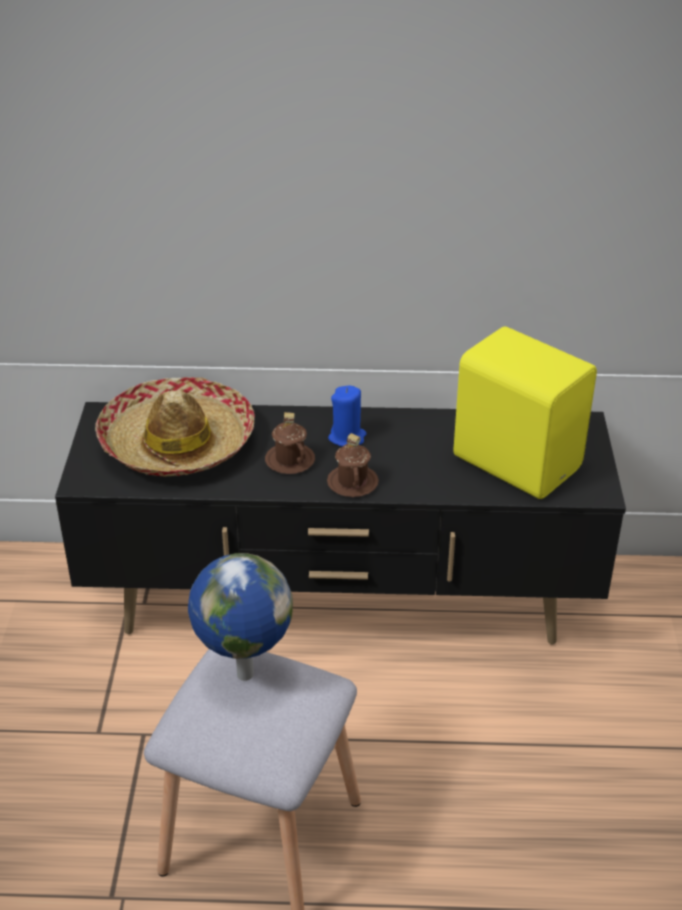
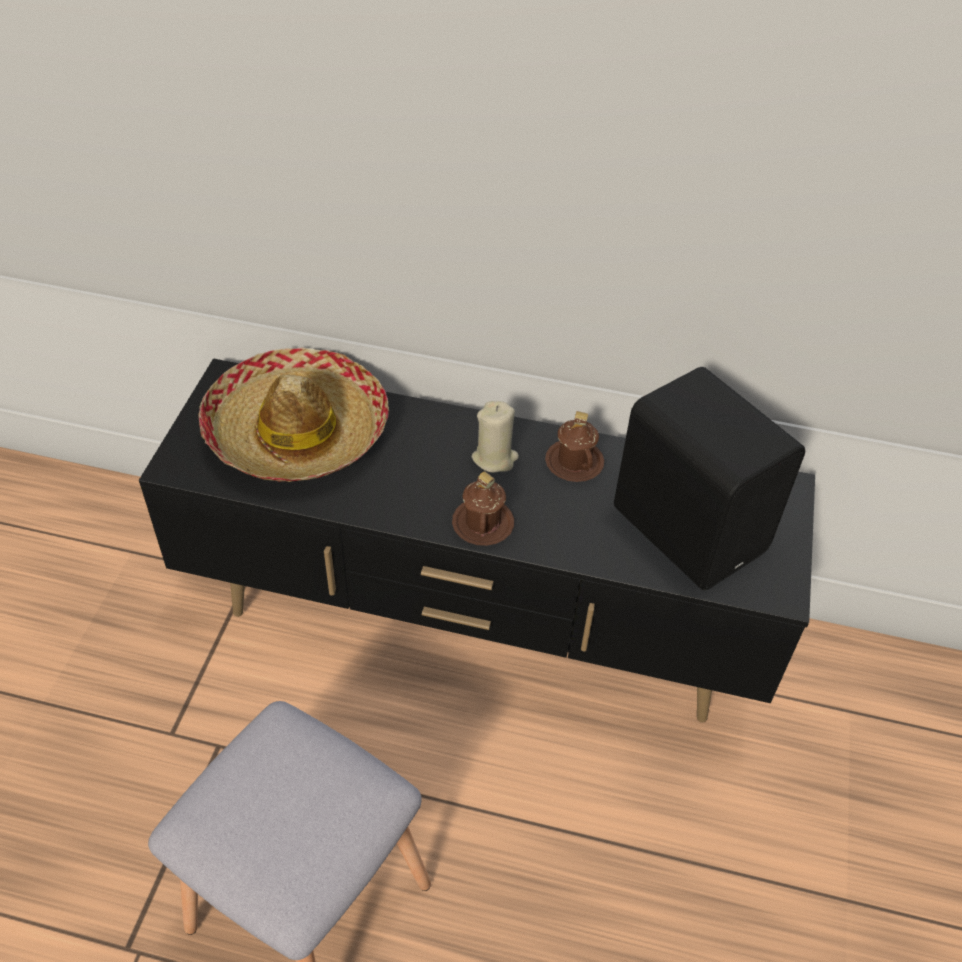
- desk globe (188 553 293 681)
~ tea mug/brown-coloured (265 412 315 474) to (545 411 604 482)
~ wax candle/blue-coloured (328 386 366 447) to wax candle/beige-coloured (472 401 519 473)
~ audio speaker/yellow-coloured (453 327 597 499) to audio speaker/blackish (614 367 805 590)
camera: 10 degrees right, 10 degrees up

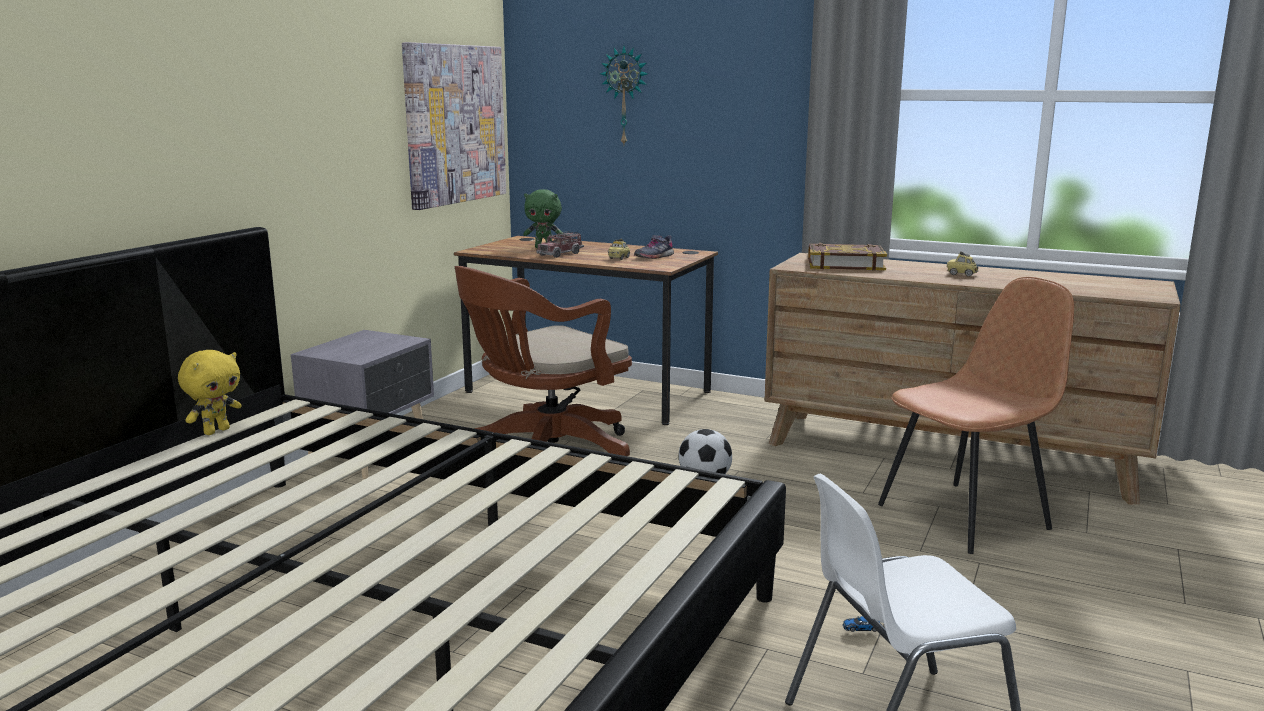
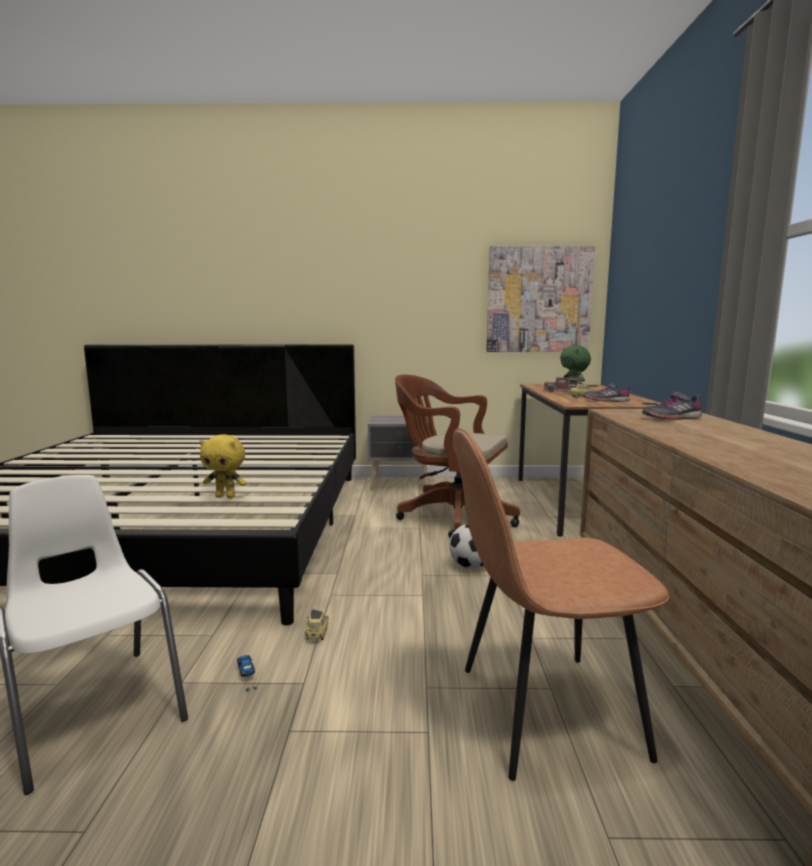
- wall clock (600 46 648 144)
~ cuddly toy/yellow-coloured (178 350 242 435) to (200 434 247 498)
~ toy car (947 251 979 277) to (305 609 328 640)
~ book (808 243 887 270) to low shoe/gray (642 392 702 420)
~ chair/brown-coloured (878 277 1074 554) = (453 428 669 781) 135 degrees clockwise
camera: 65 degrees right, 5 degrees down

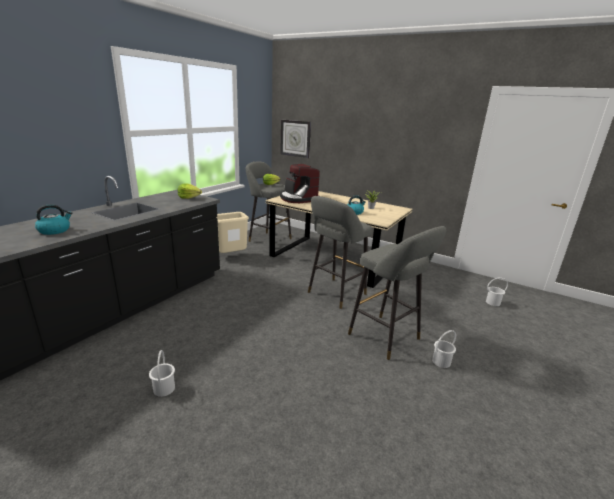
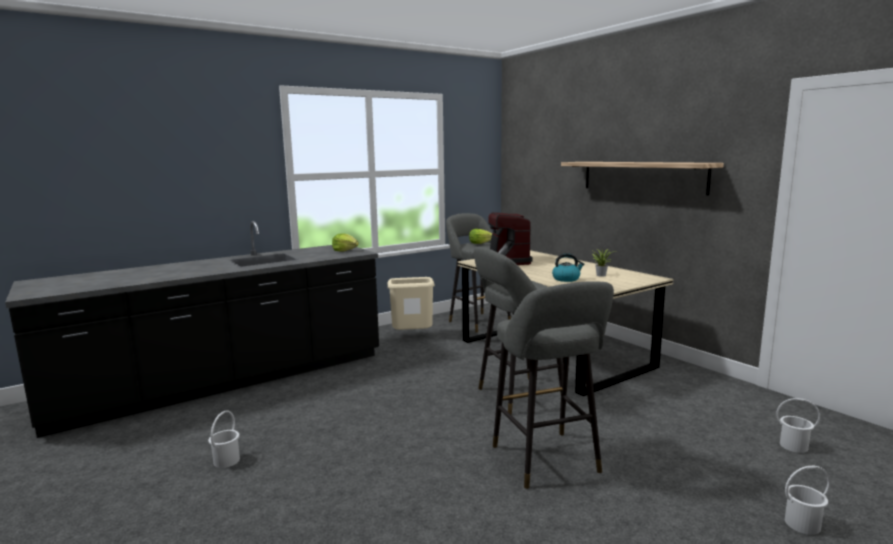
- water kettle (35 204 72 235)
- wall clock (280 119 311 158)
+ shelf (561 162 724 195)
~ pail/whitish (432 330 456 368) to (785 465 831 535)
camera: 25 degrees right, 10 degrees down

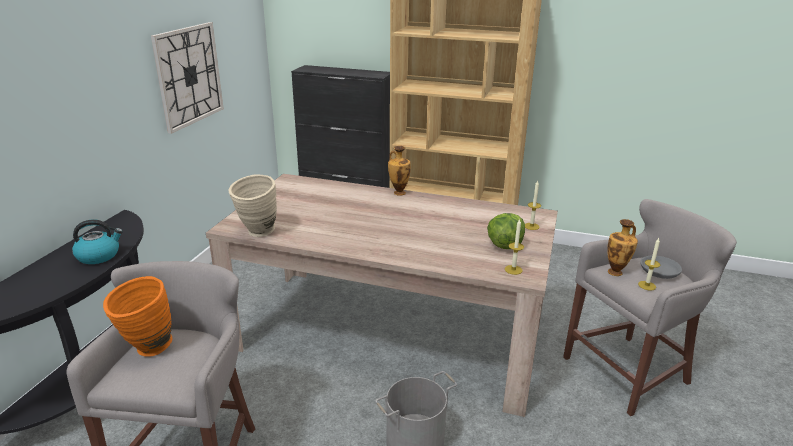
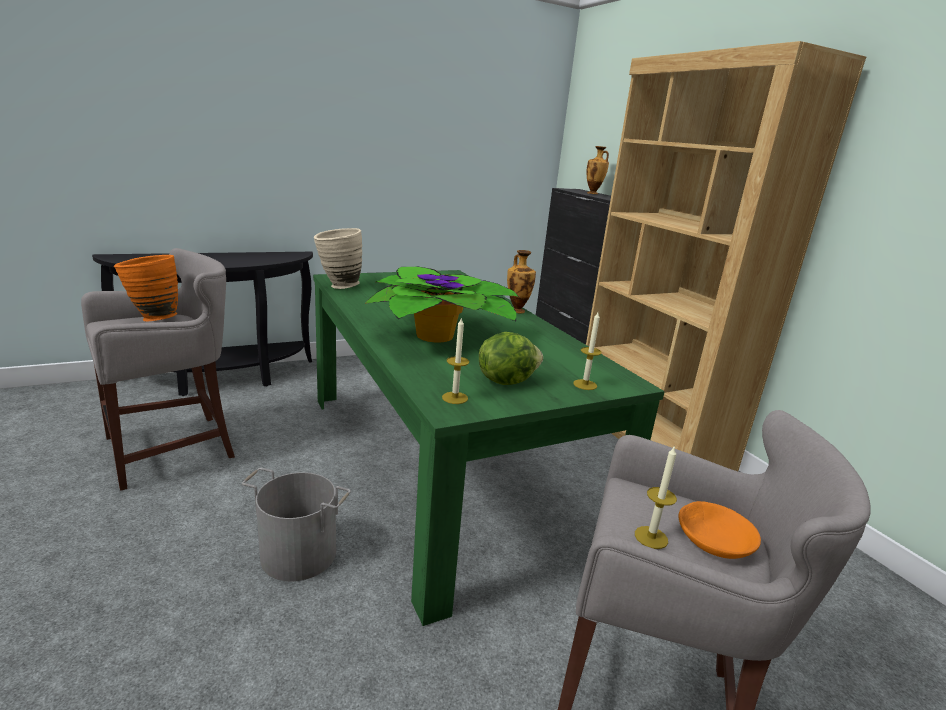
- water kettle (72 219 123 264)
- wall clock (151 22 224 134)
+ plant in a pot (365 267 519 342)
~ flower vase (607 219 638 276) to (587 146 609 194)
~ kitchen table/beige-coloured (206 174 558 417) to kitchen table/greenish (313 270 665 626)
~ serving bowl/gray (640 255 682 279) to serving bowl/orangey (678 501 761 559)
camera: 45 degrees right, 5 degrees down

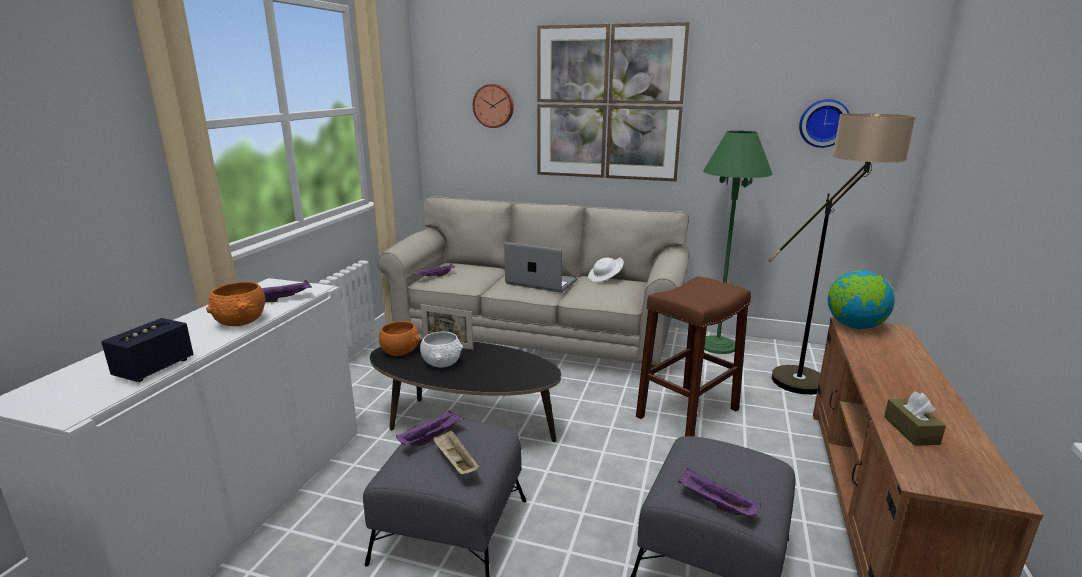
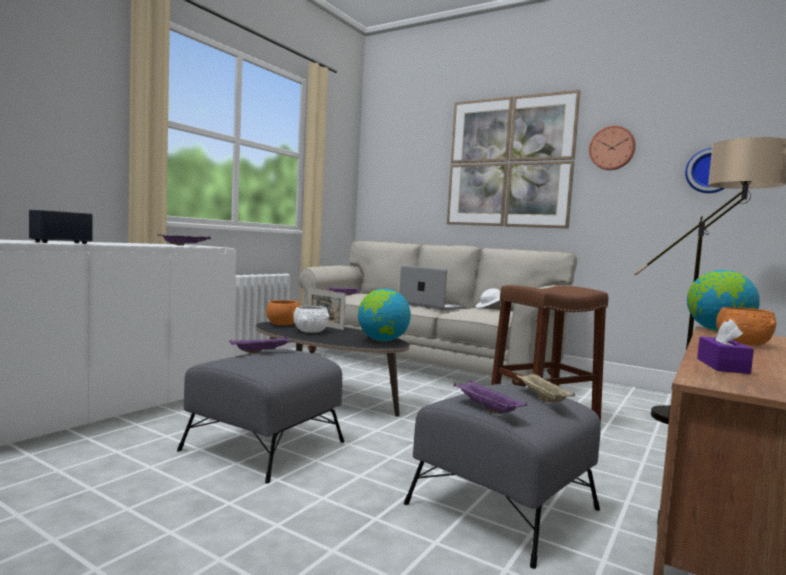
- standard lamp/greenish (703 131 772 354)
+ desk globe (358 289 411 342)
~ serving bowl/orangey (206 282 265 326) to (716 307 777 346)
~ serving tray/beige-coloured (433 430 480 475) to (515 373 575 402)
~ wall clock (473 84 514 128) to (589 126 636 170)
~ tissue holder/brown-coloured (884 391 946 445) to tissue holder/purple (697 319 754 374)
camera: 15 degrees right, 15 degrees down

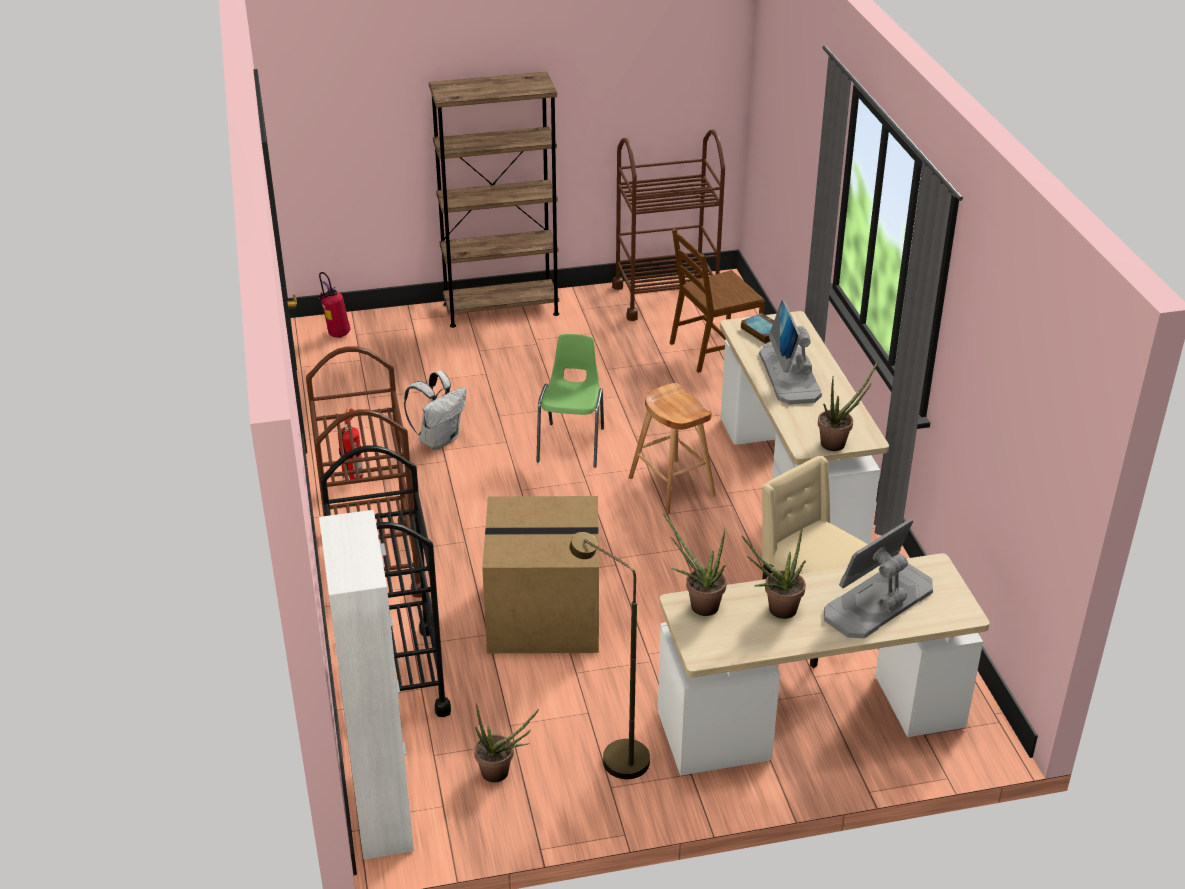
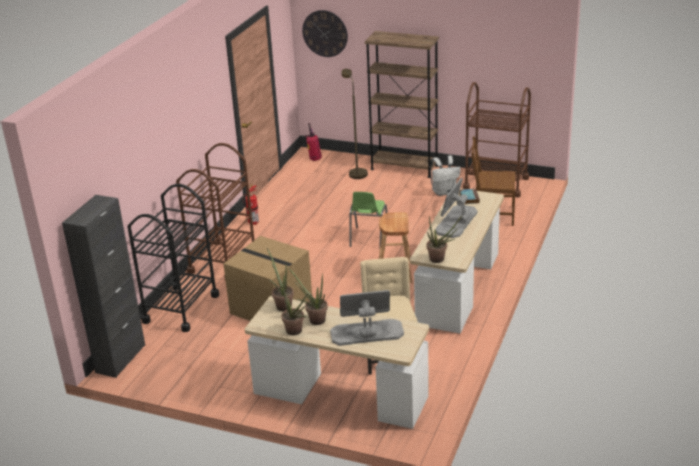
+ wall clock (302 10 348 57)
~ rucksack/whitish (404 371 466 450) to (430 155 461 196)
~ plant in a pot (474 703 539 782) to (281 282 308 335)
~ standard lamp/brown-coloured (569 532 650 779) to (342 69 368 179)
~ cupboard/whitish (319 510 414 860) to cupboard/blackish (62 195 145 378)
~ chair/greenish (536 334 604 468) = (350 192 387 249) 150 degrees clockwise
camera: 35 degrees right, 5 degrees down

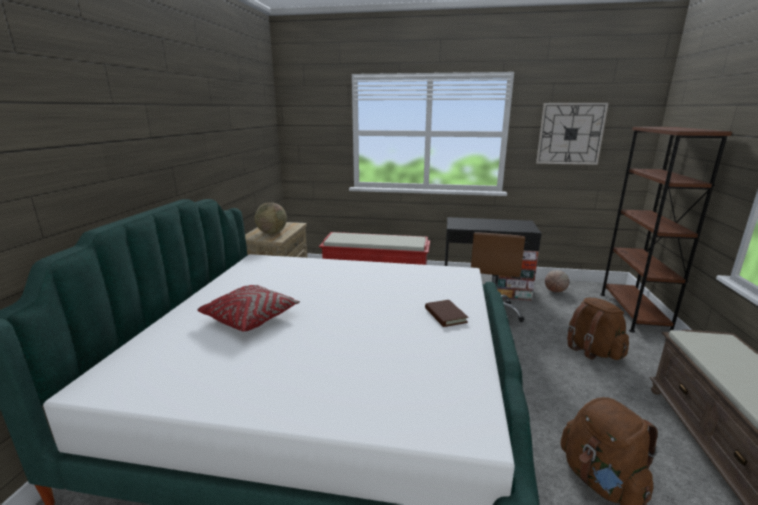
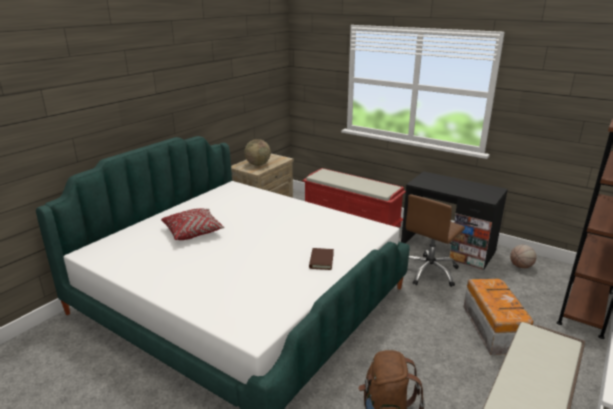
- wall clock (536 103 609 165)
~ rucksack/brown-coloured (567 297 629 360) to storage bin (464 279 534 355)
camera: 25 degrees right, 5 degrees up

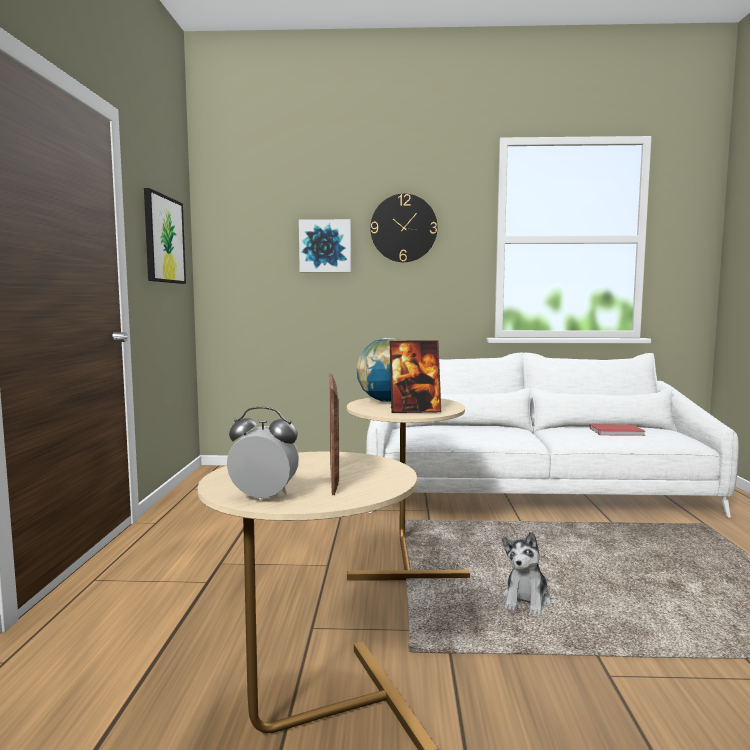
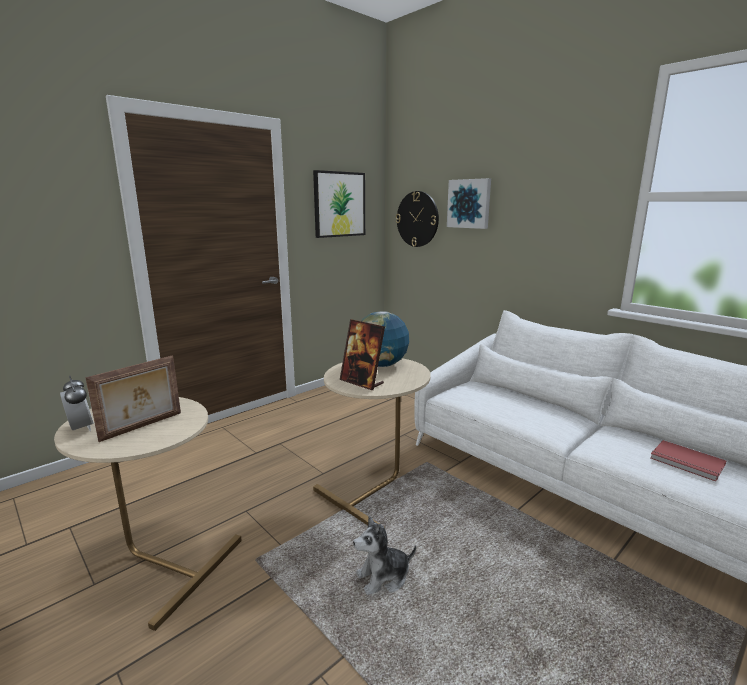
~ wall clock (370 194 437 262) to (396 191 439 247)
camera: 45 degrees right, 10 degrees up

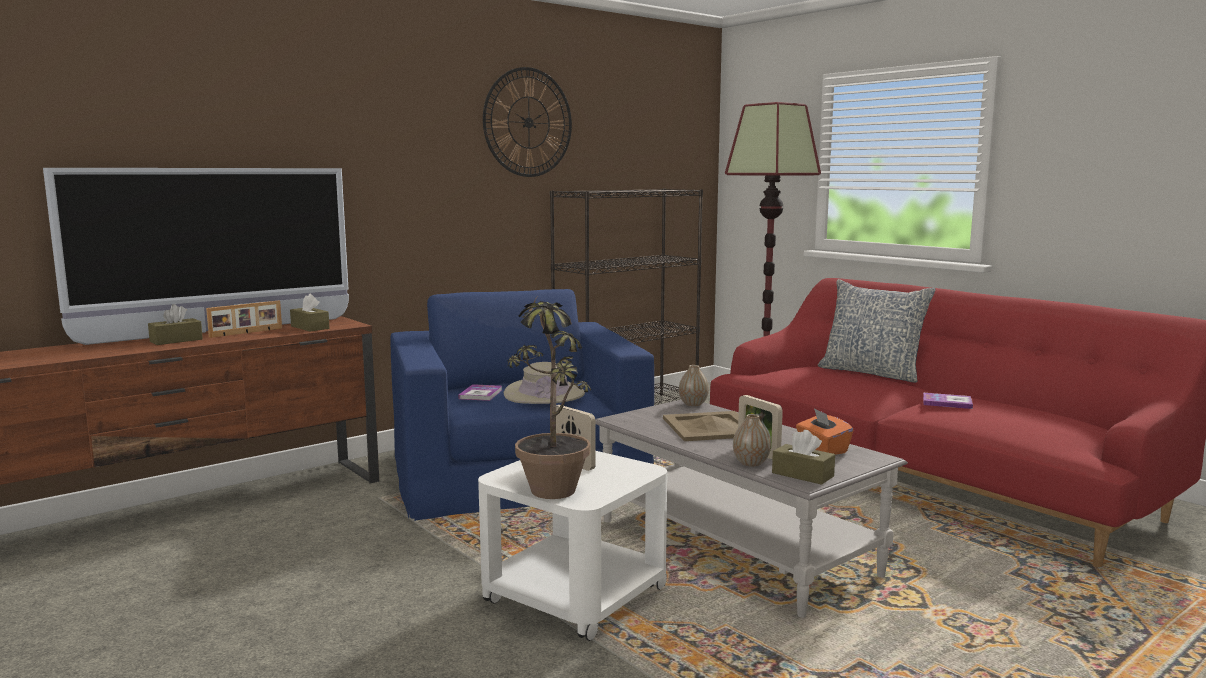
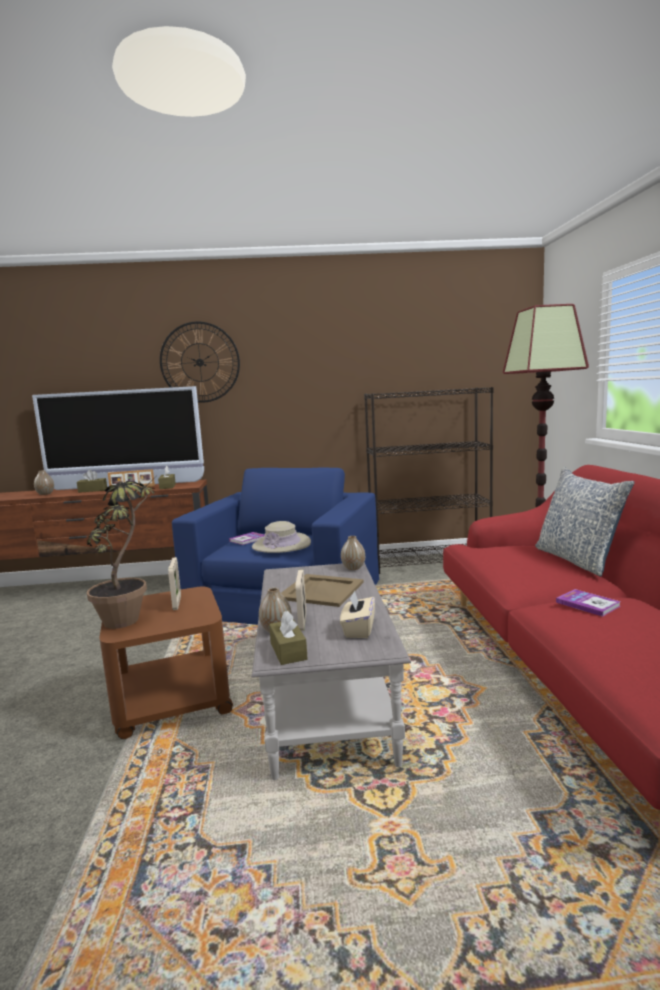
+ flower vase (34 470 54 495)
~ wall clock (483 67 572 177) to (160 321 240 403)
~ accent table/whitish (478 451 667 641) to accent table/brown-coloured (100 587 233 739)
~ tissue holder/orangey (796 408 853 455) to tissue holder/beige-coloured (340 590 375 638)
camera: 35 degrees right, 0 degrees up

